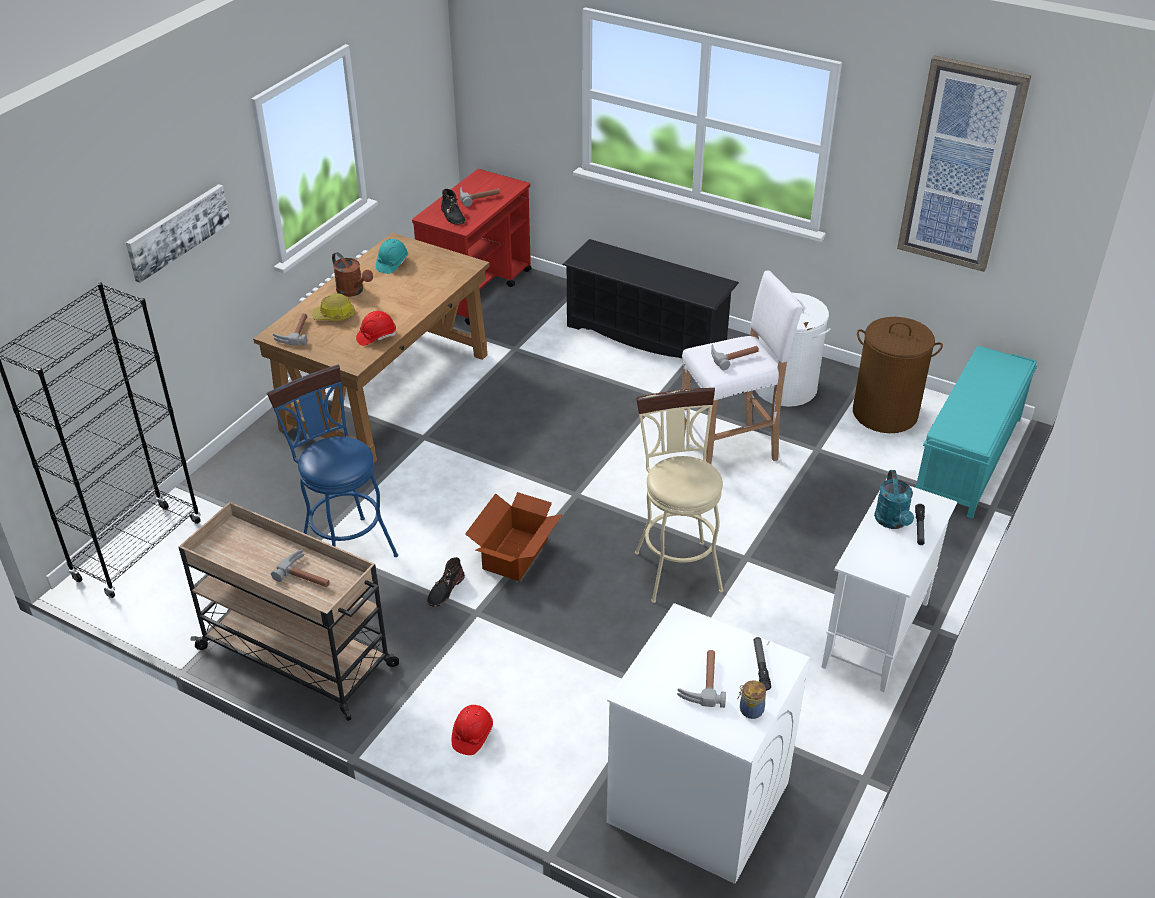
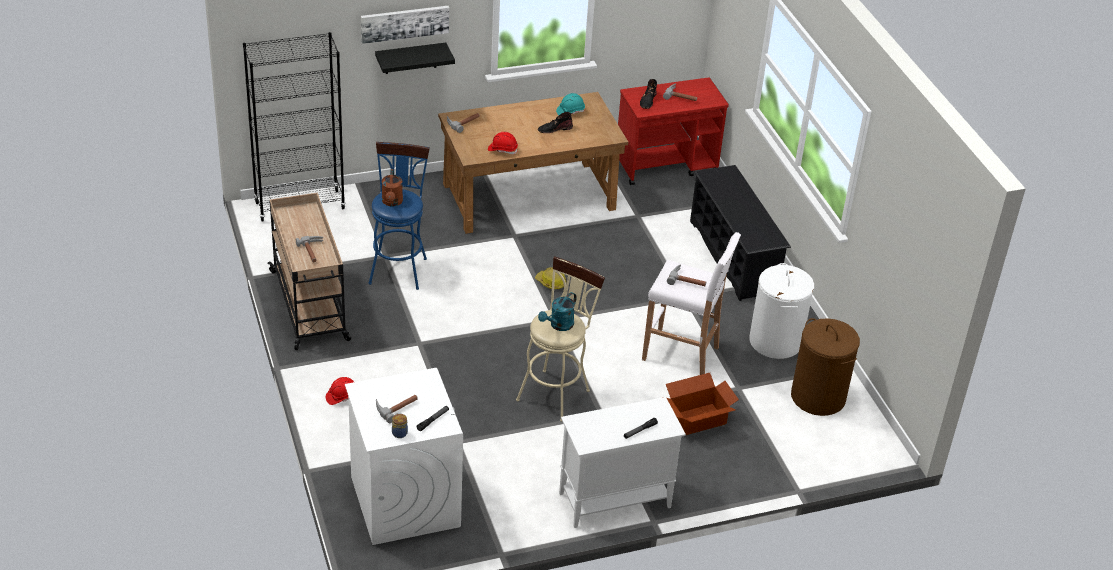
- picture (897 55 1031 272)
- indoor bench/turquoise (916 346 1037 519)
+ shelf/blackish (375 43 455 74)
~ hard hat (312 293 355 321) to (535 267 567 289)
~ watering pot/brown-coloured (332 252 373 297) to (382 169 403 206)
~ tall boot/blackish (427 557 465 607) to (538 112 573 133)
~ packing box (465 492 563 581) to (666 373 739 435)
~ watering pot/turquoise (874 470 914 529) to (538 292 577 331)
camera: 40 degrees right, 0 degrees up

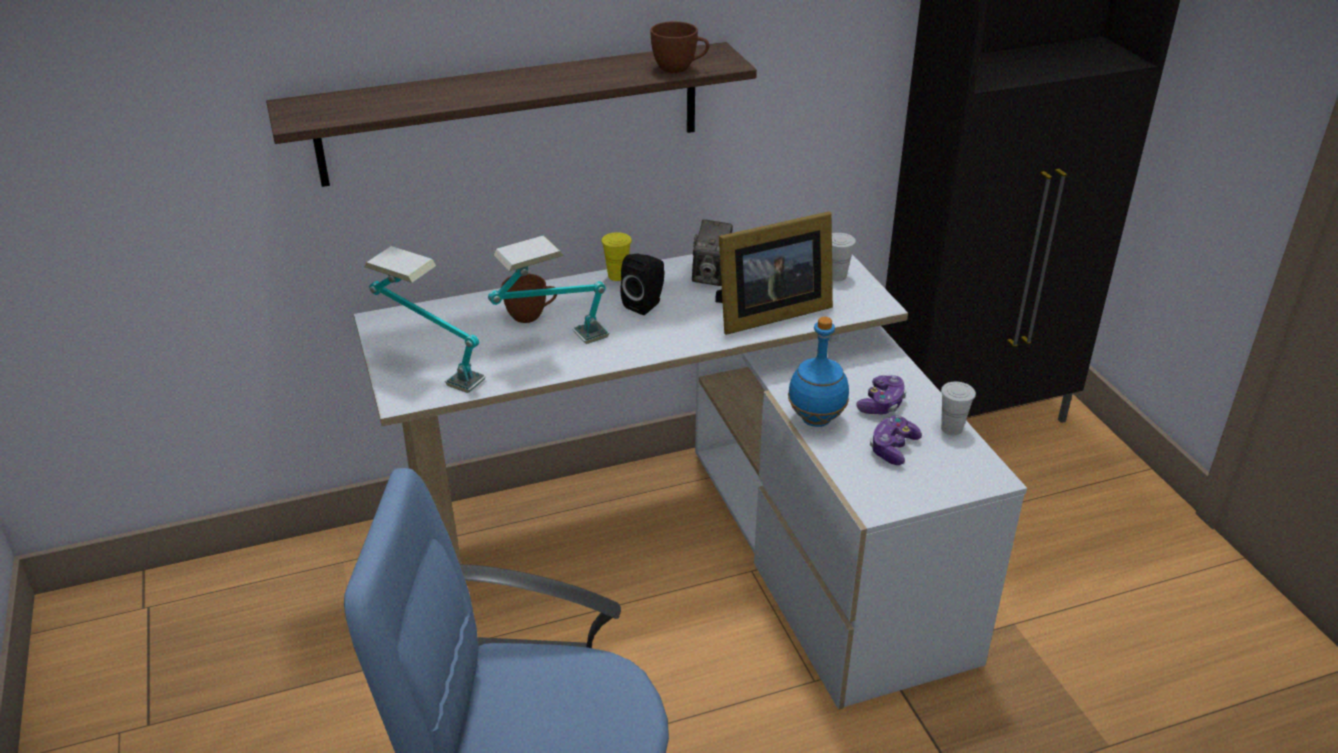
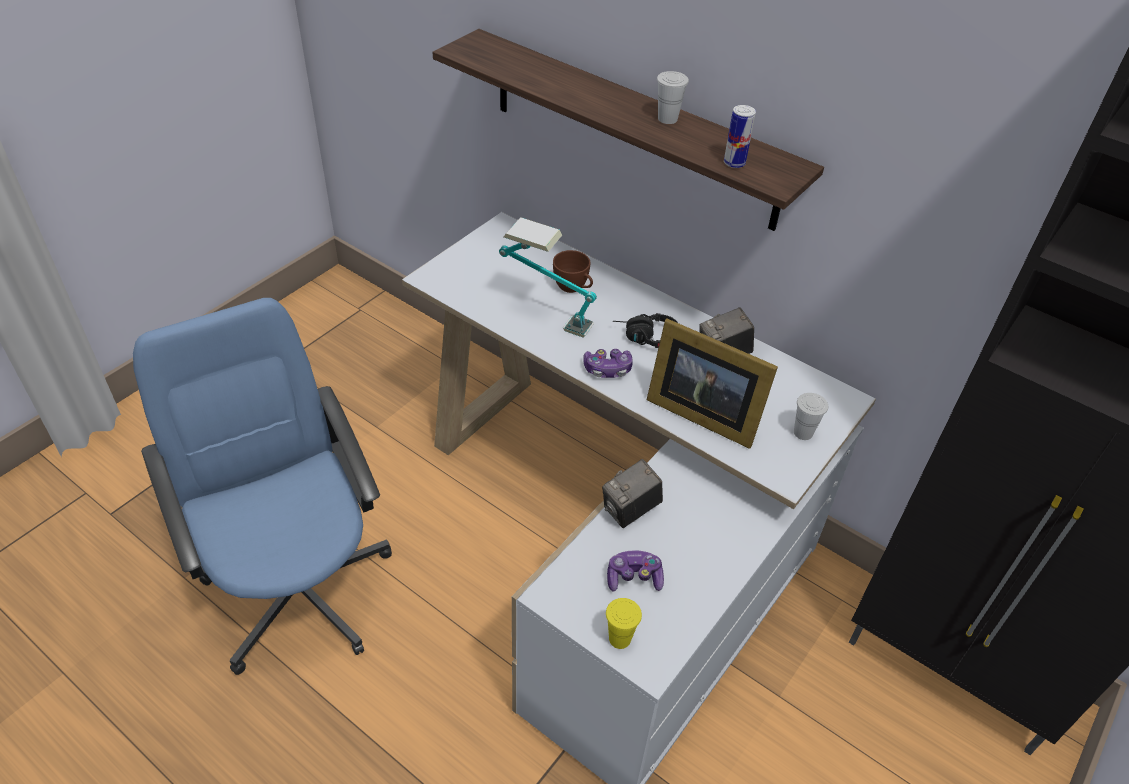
- table lamp (365 246 485 393)
~ cup/yellow-coloured (601 232 632 281) to (606 598 642 649)
~ joypad (856 375 907 414) to (583 349 633 378)
~ cup/whitish (941 381 976 435) to (657 71 689 124)
~ audio speaker/blackish (620 254 665 315) to pair of headphones/blackish (613 313 678 348)
~ cup/brown-coloured (650 21 709 73) to metal can (724 105 756 168)
~ bottle/blue-coloured (788 317 849 427) to photo camera (602 459 663 528)
camera: 55 degrees right, 10 degrees up

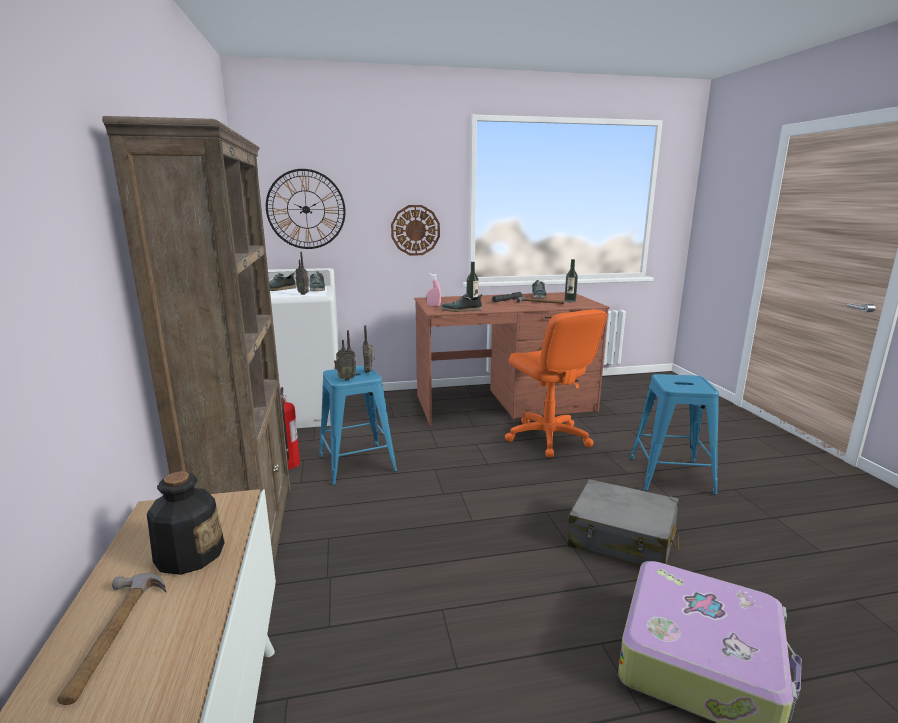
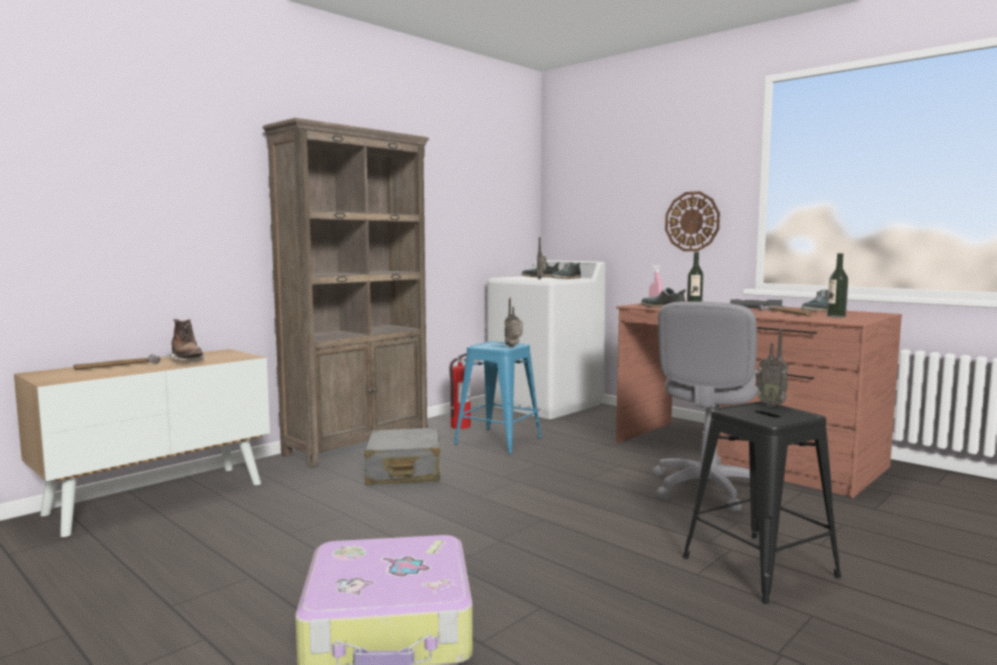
- wall clock (266 169 345 249)
~ radio receiver (334 330 356 380) to (755 329 789 407)
~ travel case/gray (568 479 679 567) to (364 427 440 485)
~ bottle (147 471 225 575) to tall boot/brown-coloured (167 319 204 361)
~ computer chair/orangey (505 309 607 457) to computer chair/gray (652 301 760 511)
~ sitting stool/blue-coloured (630 374 719 495) to sitting stool/blackish (683 402 841 604)
camera: 55 degrees right, 10 degrees down

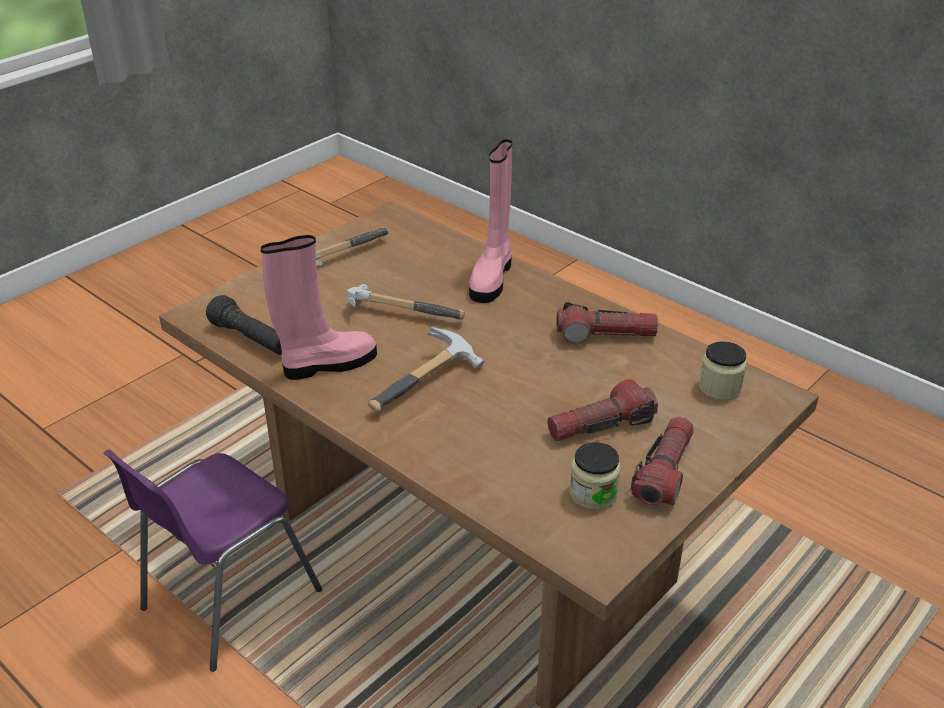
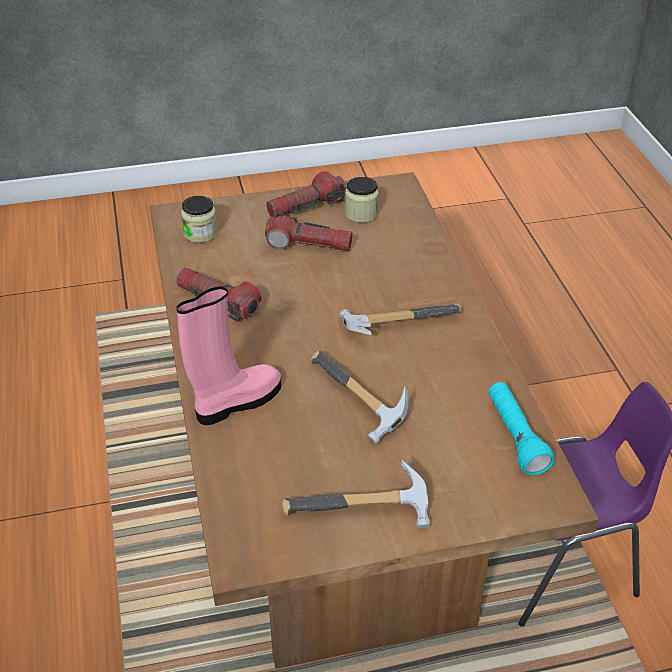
- tall boot/pinkish (261 235 377 380)
~ hand torch/blackish (206 295 282 355) to hand torch/turquoise (488 382 555 476)
camera: 145 degrees left, 5 degrees up

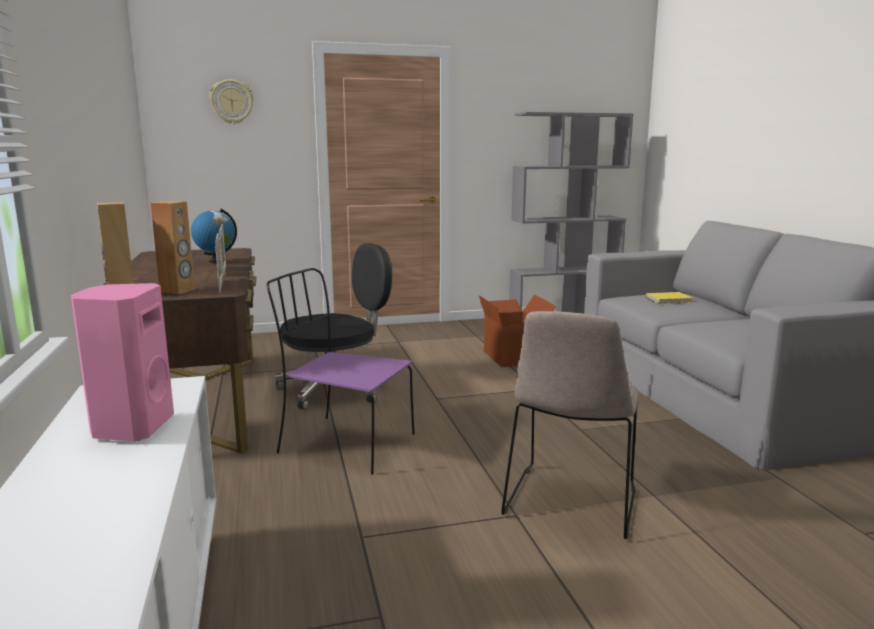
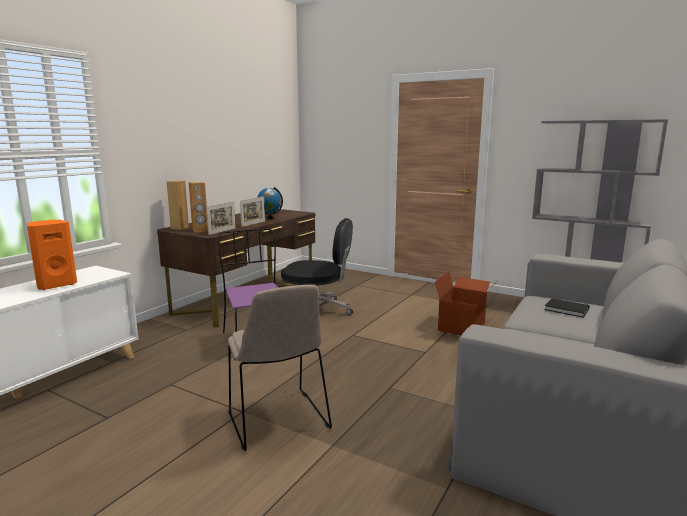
- wall clock (209 79 254 124)
~ audio speaker/pinkish (71 283 174 442) to audio speaker/orangey (26 220 77 290)
~ book/yellow-coloured (646 292 694 304) to book/blackish (544 298 590 318)
~ chair/beige-coloured (501 311 638 539) = (228 285 332 451) 90 degrees counterclockwise
camera: 45 degrees right, 0 degrees up

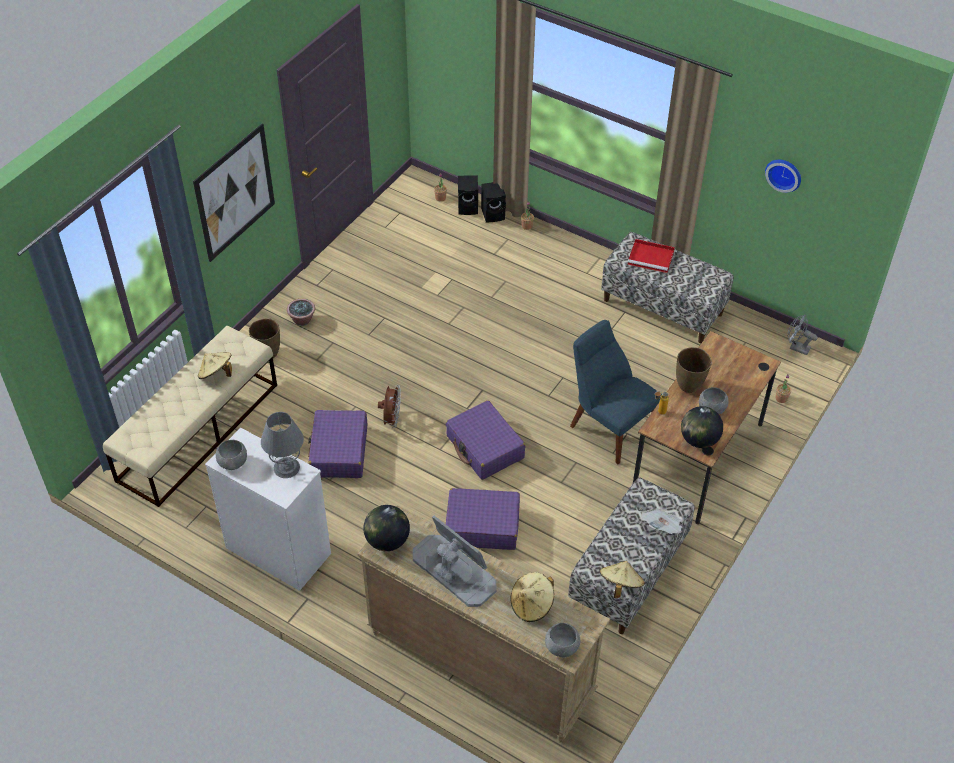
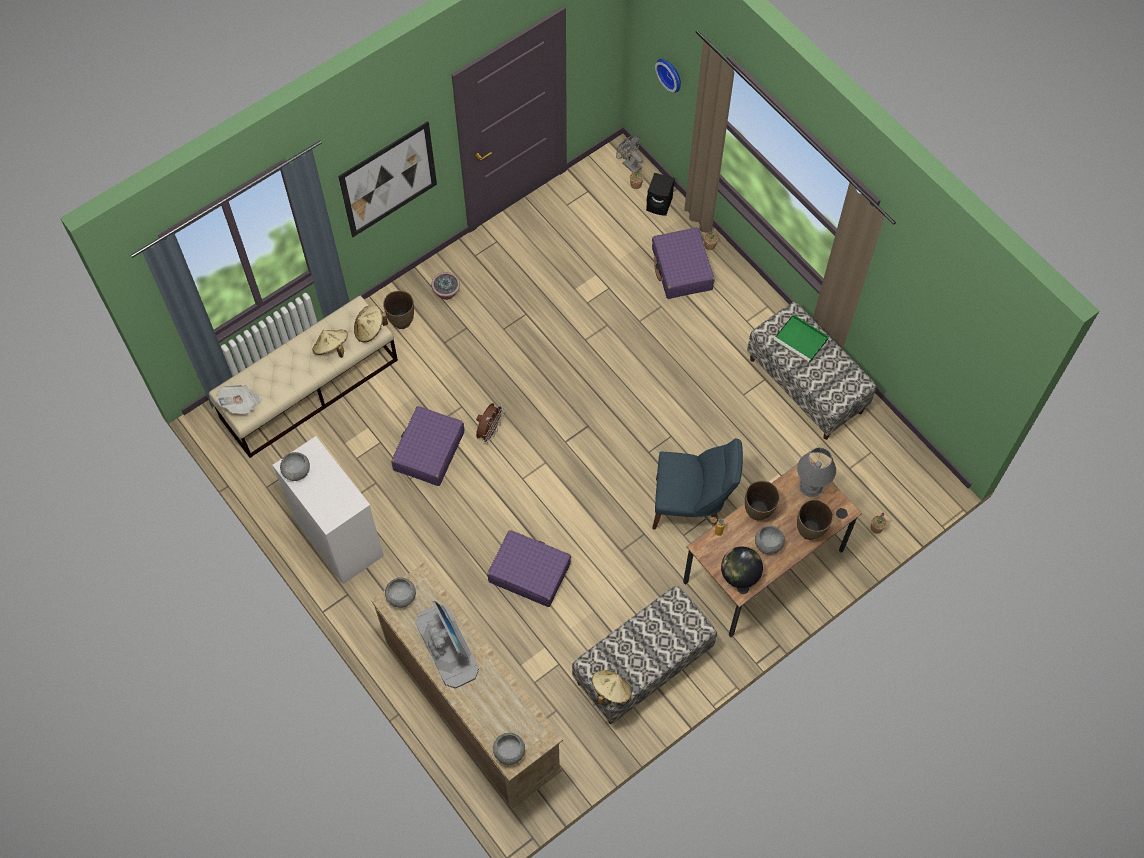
- audio speaker/blackish (481 182 506 222)
+ flower vase/brown-coloured (797 499 833 540)
~ table lamp/gray (261 412 304 478) to (797 448 836 497)
~ travel case/purple (446 401 526 480) to (652 227 714 299)
~ wearable hat/beige-coloured (510 572 554 622) to (354 305 388 343)
~ daily paper (641 508 683 534) to (217 385 262 414)
~ wall clock (765 160 801 193) to (655 59 681 92)
~ cooling fan/gray (787 314 818 355) to (616 136 643 172)
~ desk globe (363 505 410 551) to serving bowl/gray (385 578 416 608)
~ serving tray/reddish (628 239 675 273) to serving tray/greenish (773 314 829 363)
~ chair/blue-coloured (570 320 662 464) = (652 438 743 529) 120 degrees clockwise
camera: 20 degrees right, 15 degrees up

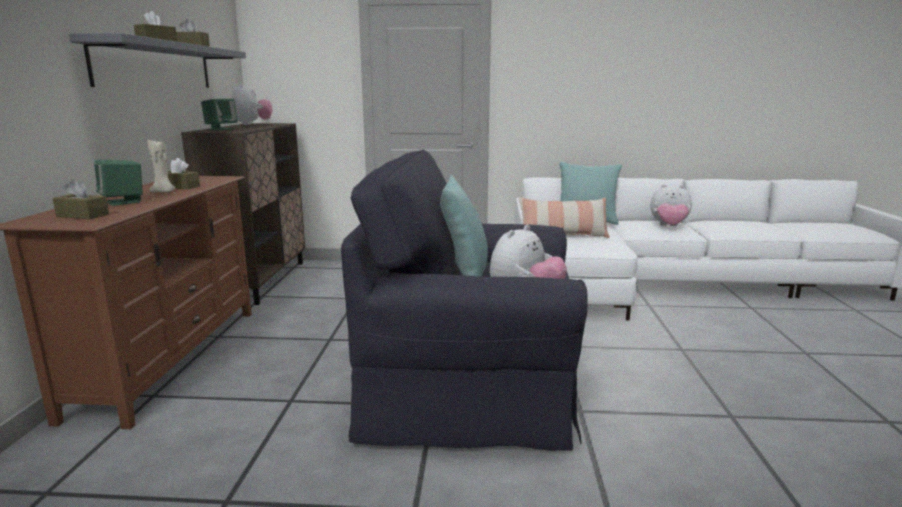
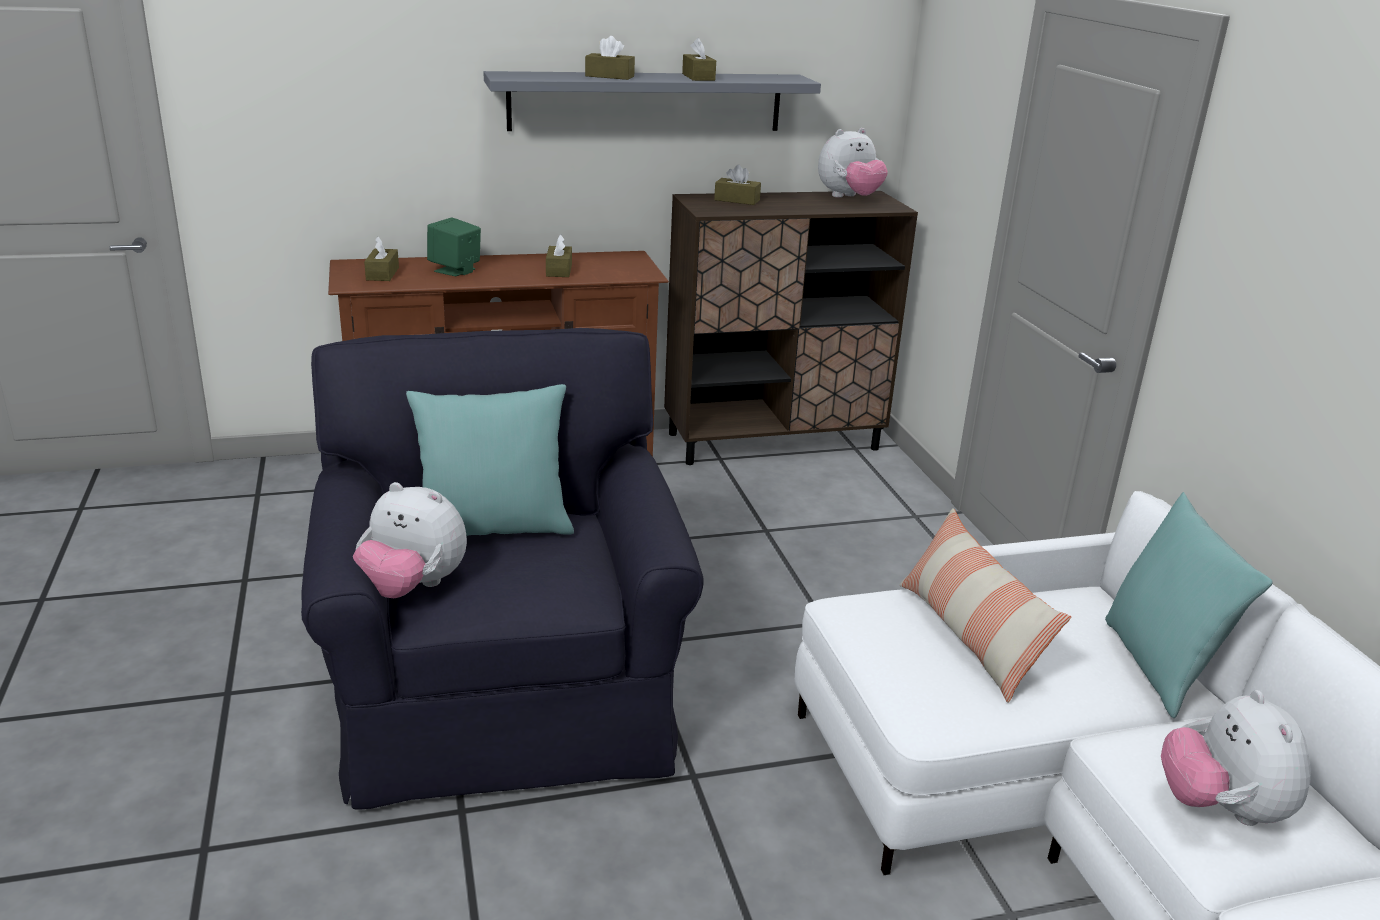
- wax candle/beige-coloured (148 140 175 192)
~ audio speaker/greenish (201 99 238 130) to tissue holder/brown-coloured (714 165 761 205)
camera: 70 degrees right, 10 degrees up

